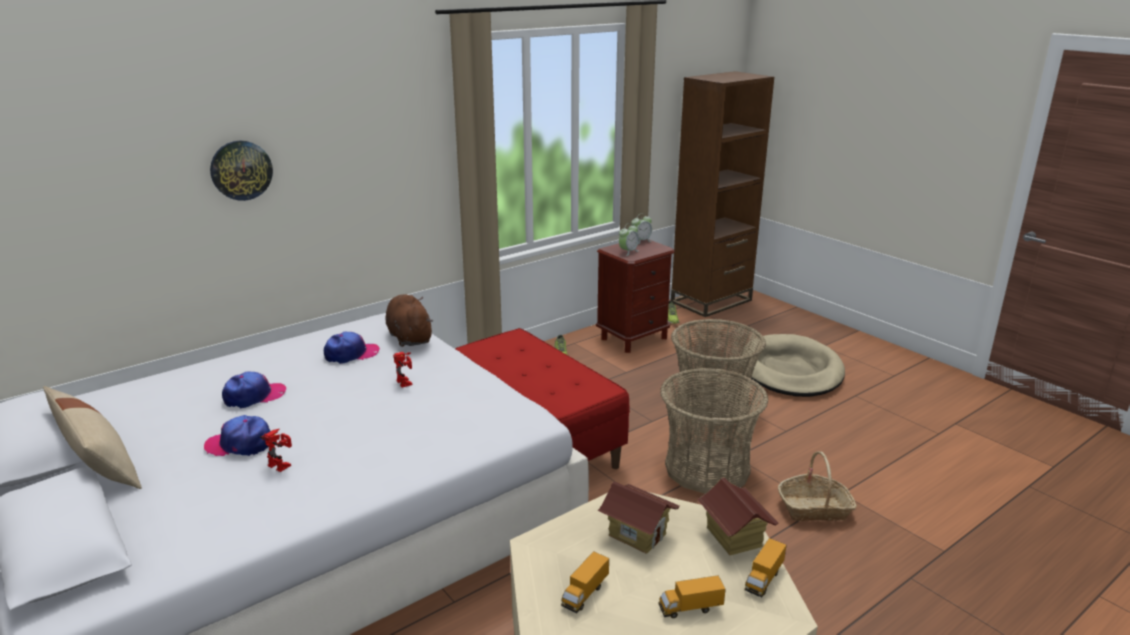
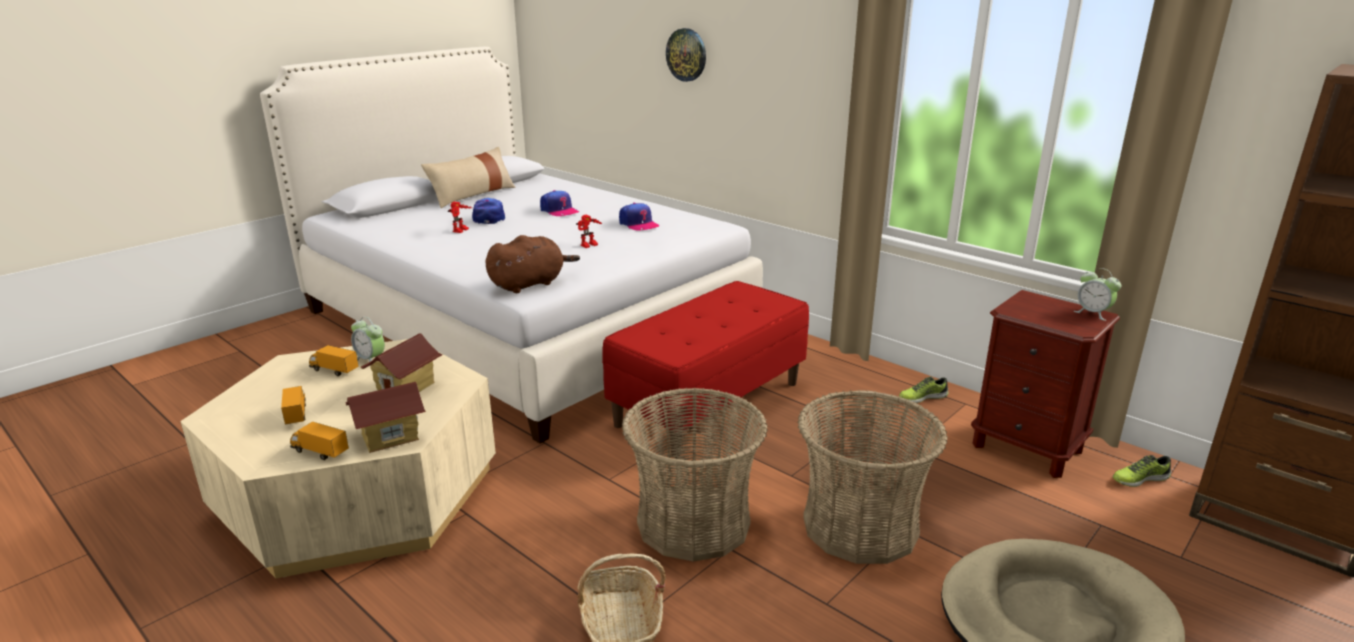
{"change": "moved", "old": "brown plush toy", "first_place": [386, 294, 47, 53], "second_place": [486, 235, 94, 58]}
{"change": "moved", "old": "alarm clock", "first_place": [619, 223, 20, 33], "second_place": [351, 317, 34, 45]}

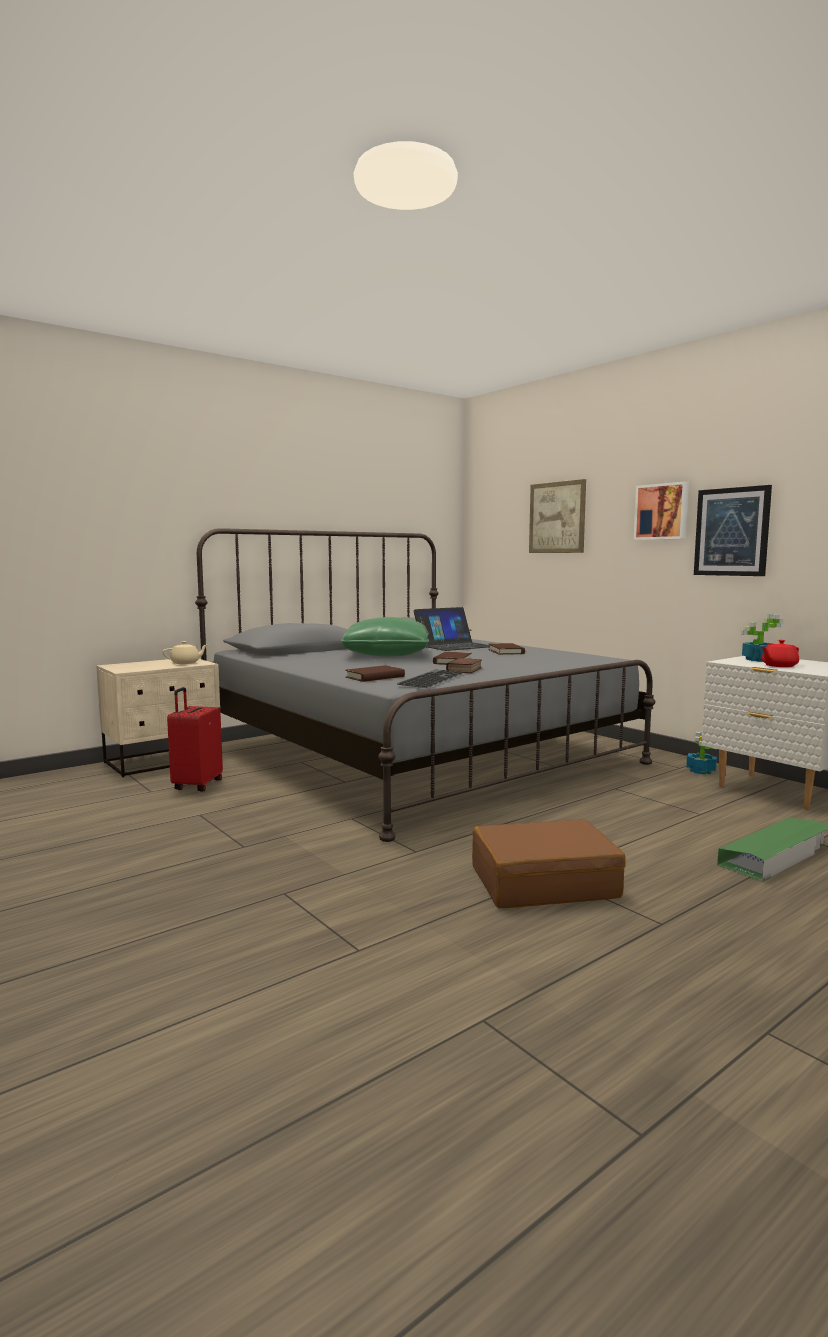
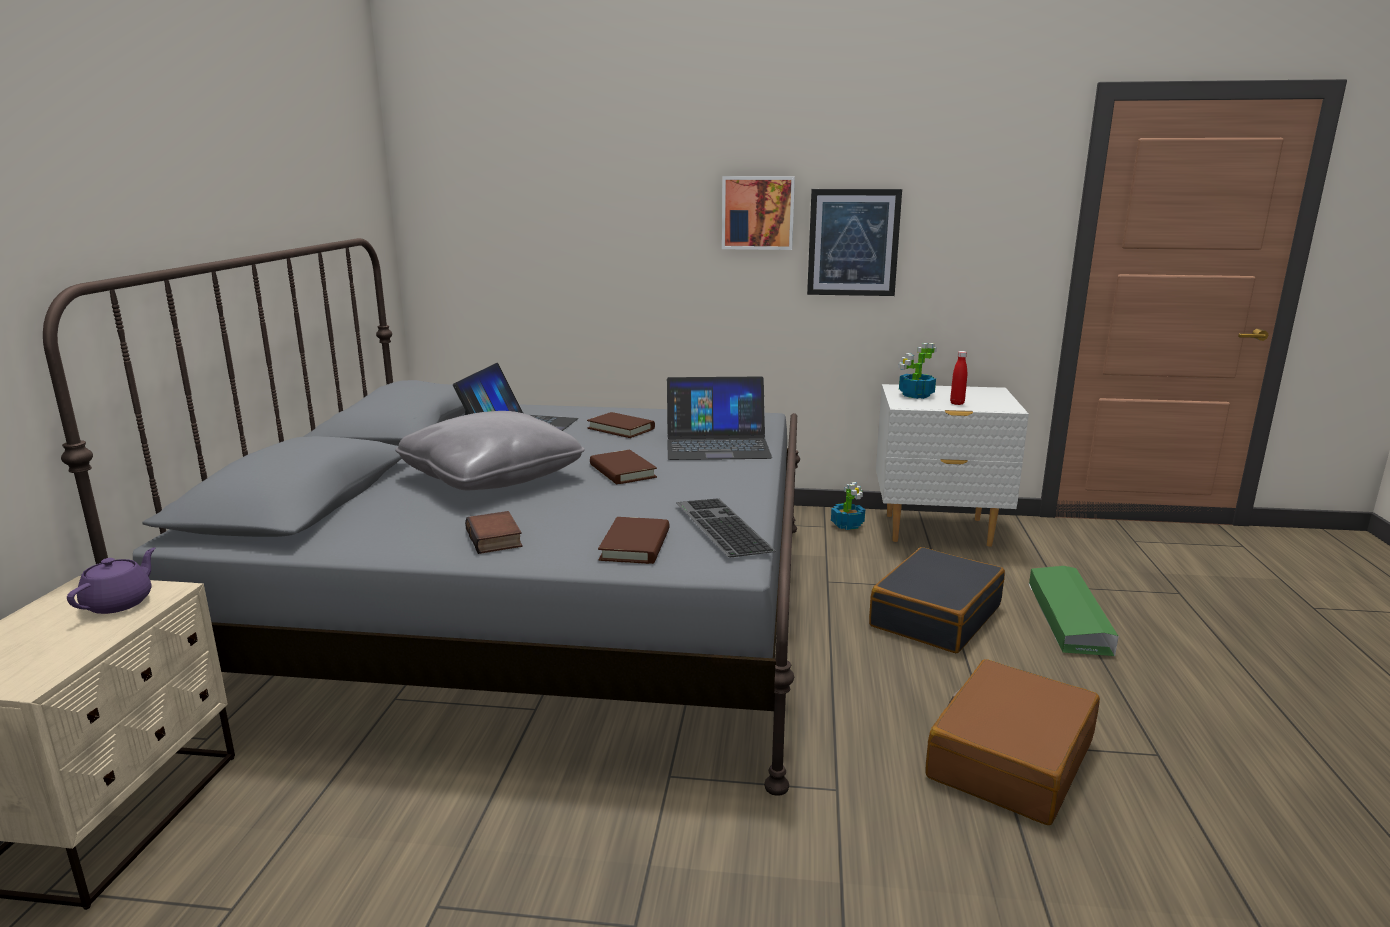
{"change": "removed", "old": "red suitcase", "first_place": [167, 687, 56, 105]}
{"change": "removed", "old": "picture", "first_place": [529, 479, 57, 74]}
{"change": "added", "new": "laptop", "second_place": [667, 376, 105, 84]}
{"change": "added", "new": "black suitcase", "second_place": [869, 547, 136, 106]}
{"change": "moved", "old": "book", "first_place": [446, 658, 36, 15], "second_place": [465, 511, 57, 43]}
{"change": "replaced", "old": "red teapot", "new": "red bottle", "first_place": [762, 640, 37, 27], "second_place": [950, 351, 17, 54]}
{"change": "recoloured", "old": "beige teapot", "new": "purple teapot", "first_place": [162, 641, 47, 23], "second_place": [67, 547, 88, 67]}
{"change": "recoloured", "old": "green pillow", "new": "grey pillow", "first_place": [341, 617, 88, 40], "second_place": [395, 411, 190, 80]}

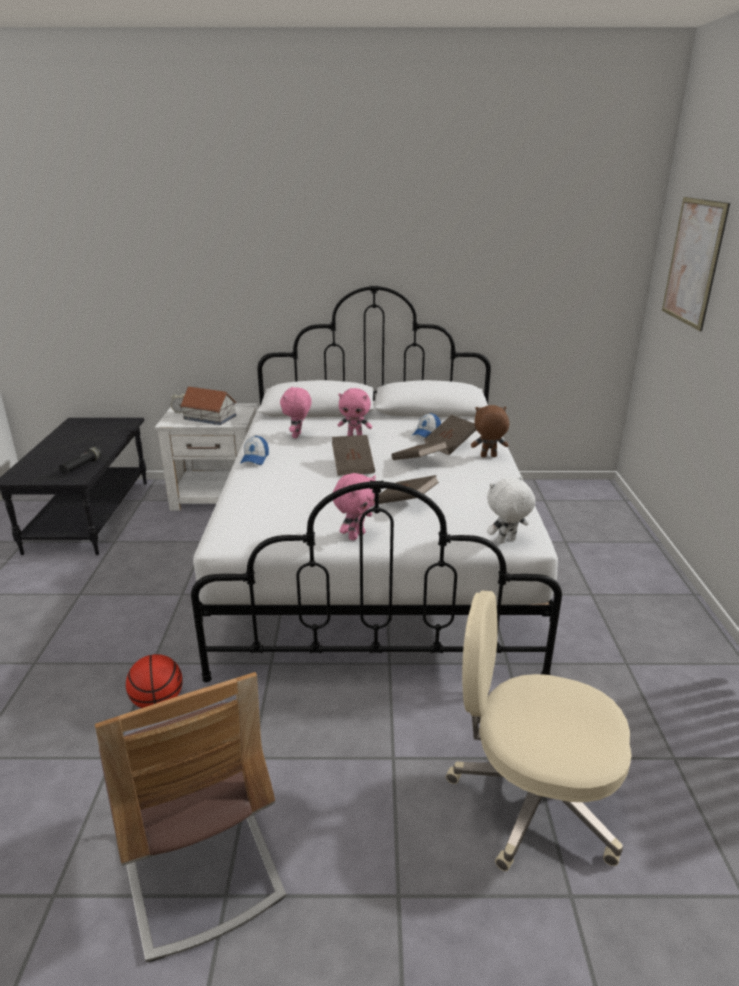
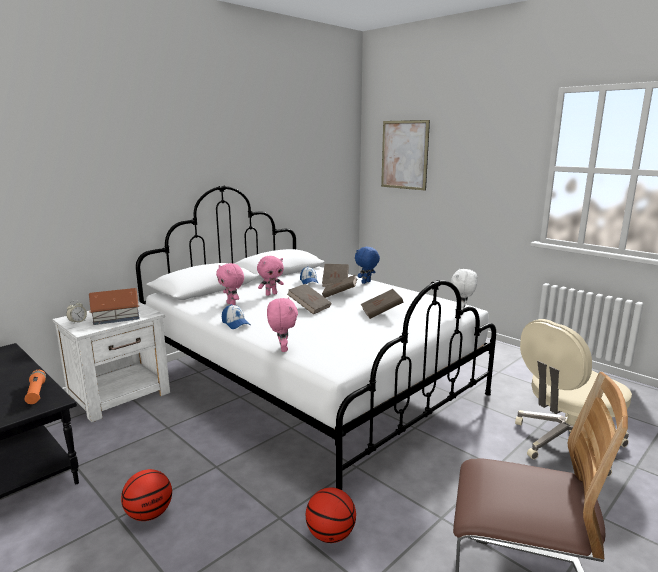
{"change": "added", "new": "basketball", "second_place": [121, 469, 51, 52]}
{"change": "moved", "old": "pink plush toy", "first_place": [333, 473, 43, 68], "second_place": [267, 297, 31, 55]}
{"change": "recoloured", "old": "black flashlight", "new": "orange flashlight", "first_place": [59, 447, 43, 28], "second_place": [25, 370, 21, 34]}
{"change": "recoloured", "old": "brown plush toy", "new": "blue plush toy", "first_place": [471, 405, 38, 52], "second_place": [355, 247, 25, 37]}

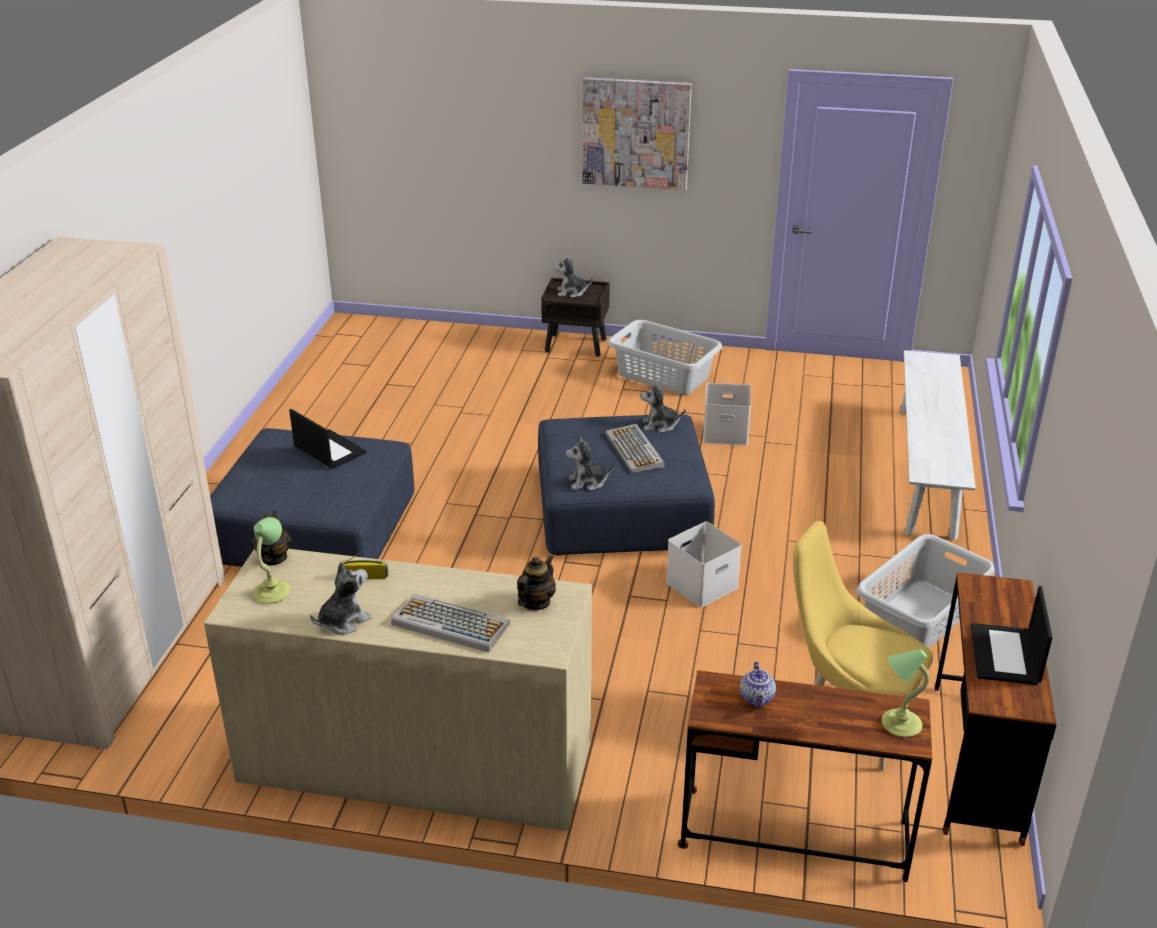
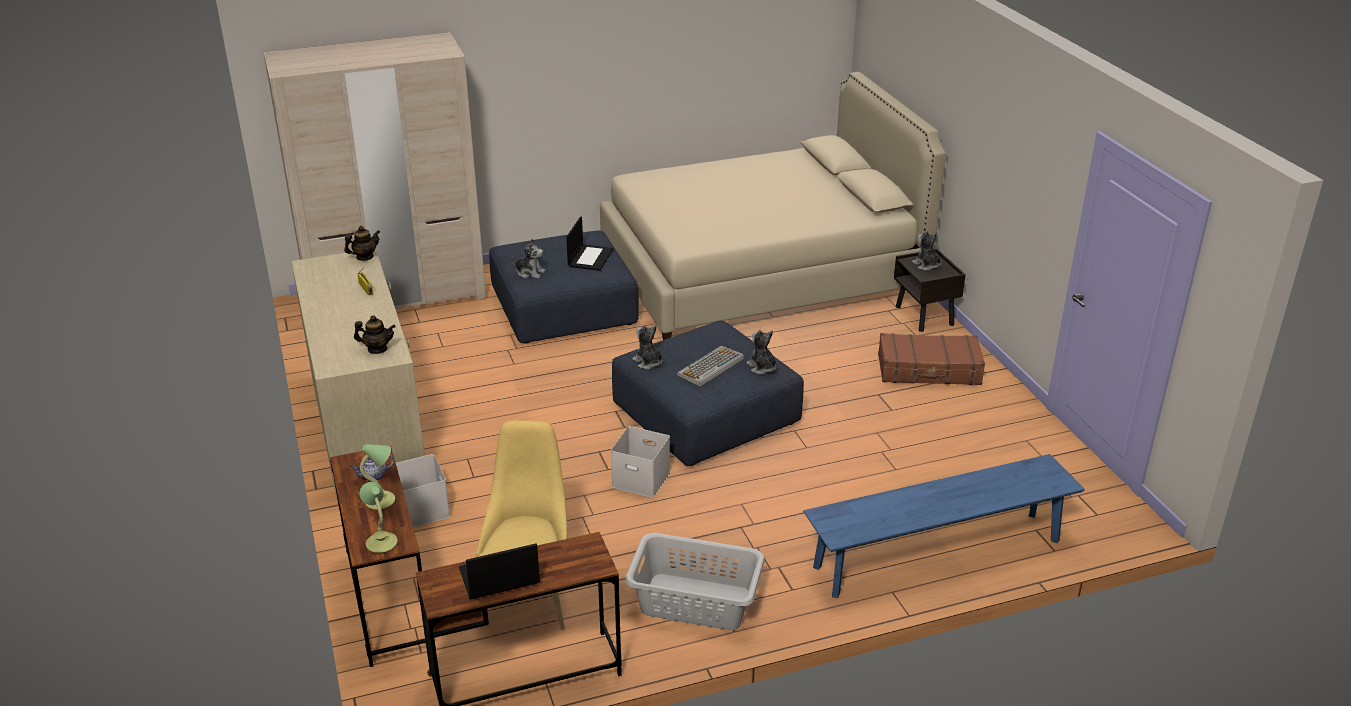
{"change": "removed", "old": "keyboard", "first_place": [391, 594, 119, 59]}
{"change": "removed", "old": "picture", "first_place": [582, 77, 110, 113]}
{"change": "added", "new": "beige bed", "second_place": [600, 72, 346, 268]}
{"change": "moved", "old": "table lamp", "first_place": [253, 517, 38, 87], "second_place": [360, 444, 35, 66]}
{"change": "moved", "old": "plush toy", "first_place": [310, 562, 62, 73], "second_place": [511, 239, 34, 40]}
{"change": "moved", "old": "white storage box", "first_place": [703, 383, 48, 63], "second_place": [396, 454, 54, 73]}
{"change": "replaced", "old": "grey laundry basket", "new": "brown suitcase", "first_place": [607, 320, 115, 75], "second_place": [878, 333, 107, 52]}
{"change": "recoloured", "old": "white bench", "new": "blue bench", "first_place": [900, 350, 76, 190], "second_place": [803, 454, 282, 144]}

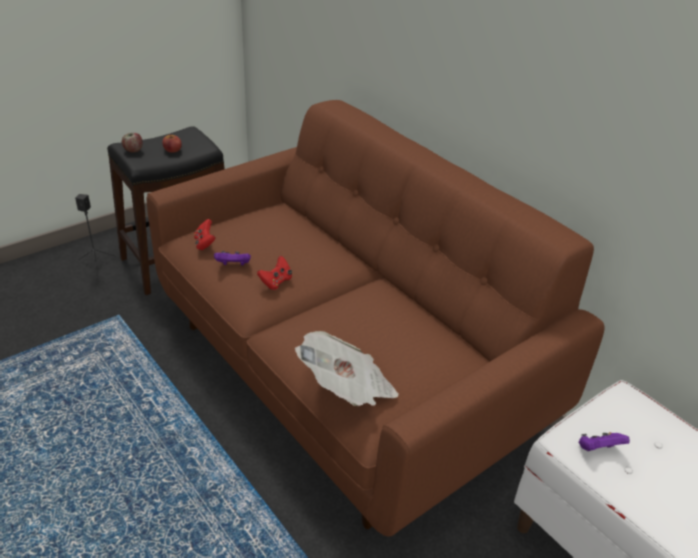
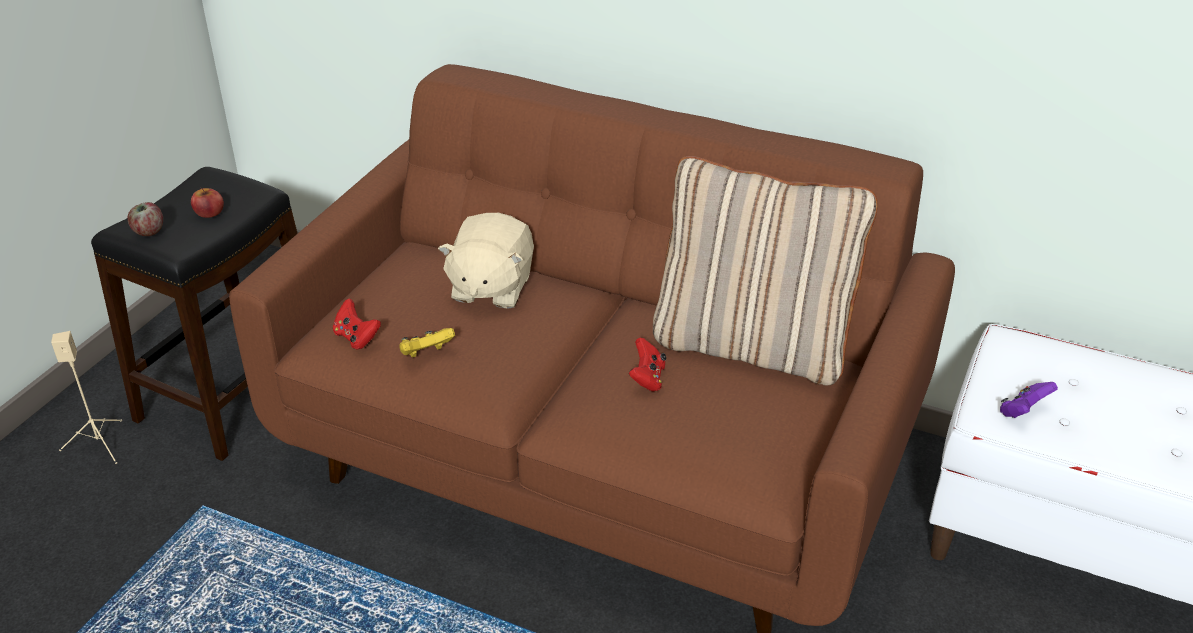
{"change": "removed", "old": "newspaper", "first_place": [295, 331, 104, 75]}
{"change": "added", "new": "beige plush toy", "second_place": [438, 213, 96, 95]}
{"change": "added", "new": "beige pillow", "second_place": [653, 156, 225, 229]}
{"change": "moved", "old": "red game controller", "first_place": [257, 256, 35, 34], "second_place": [629, 337, 37, 54]}
{"change": "recoloured", "old": "black speaker", "new": "beige speaker", "first_place": [75, 194, 41, 83], "second_place": [51, 331, 71, 133]}
{"change": "recoloured", "old": "purple game controller", "new": "yellow game controller", "first_place": [214, 251, 37, 14], "second_place": [399, 328, 56, 30]}

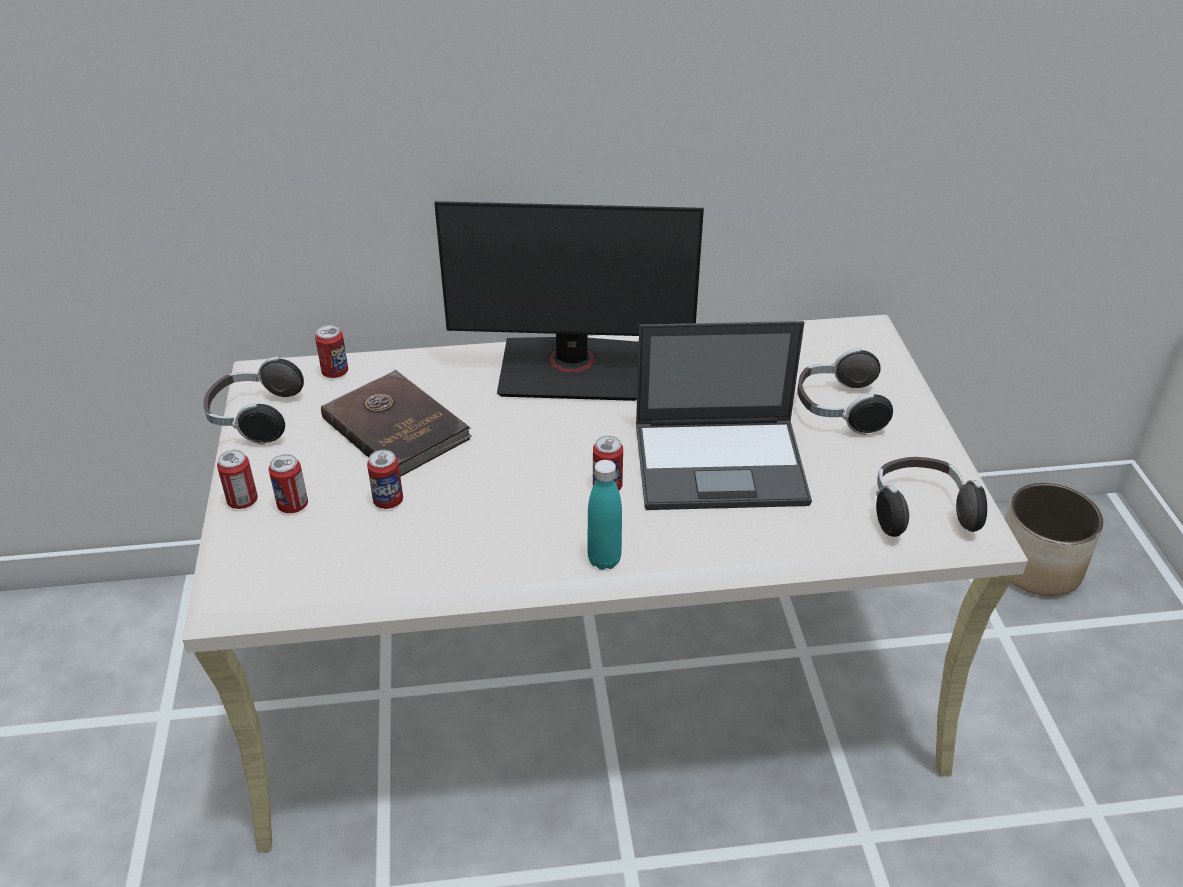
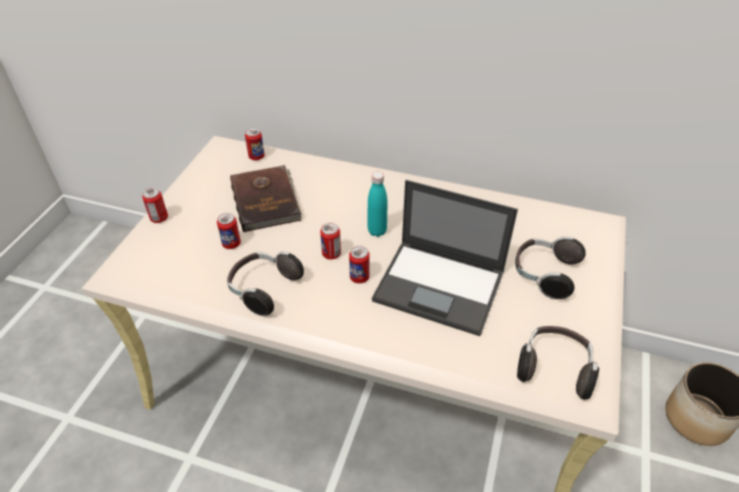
{"change": "removed", "old": "monitor", "first_place": [434, 201, 270, 200]}
{"change": "moved", "old": "headphones", "first_place": [204, 357, 100, 88], "second_place": [227, 251, 77, 65]}
{"change": "moved", "old": "can", "first_place": [269, 454, 39, 59], "second_place": [320, 223, 21, 36]}
{"change": "moved", "old": "turquoise bottle", "first_place": [588, 460, 34, 110], "second_place": [368, 172, 19, 65]}

